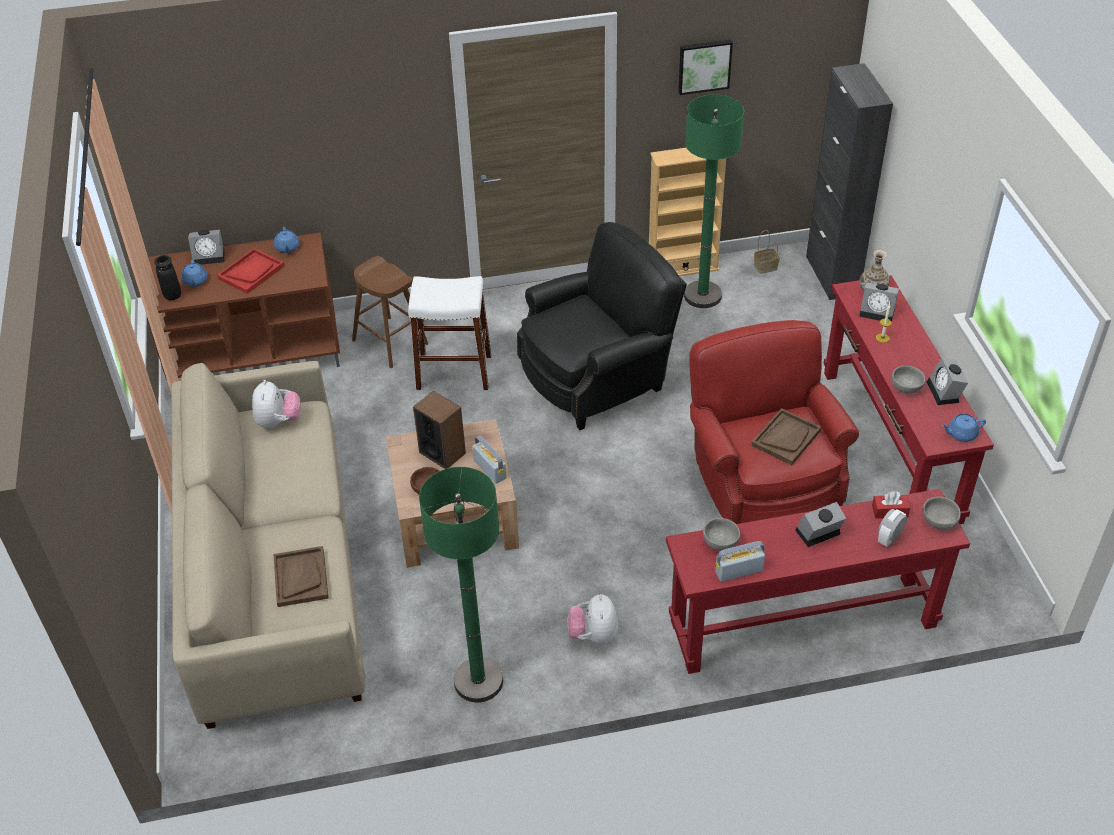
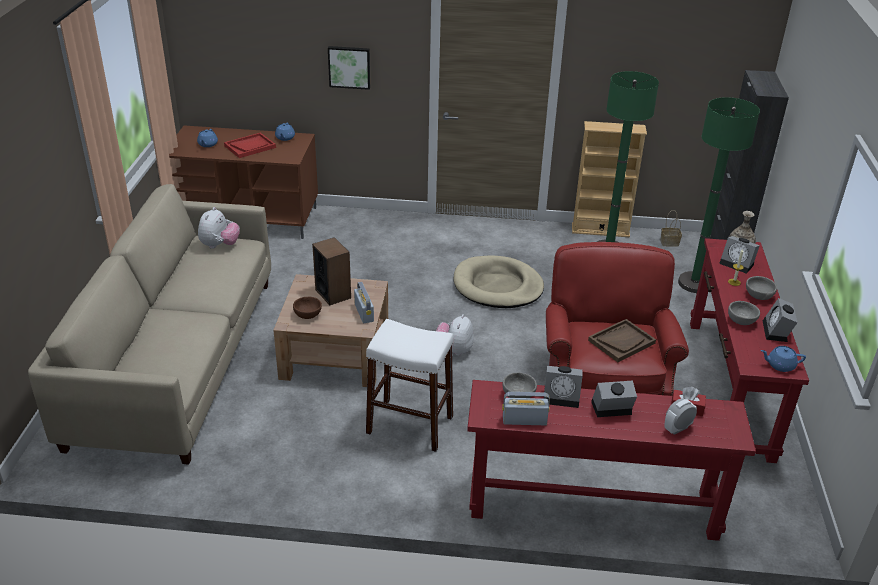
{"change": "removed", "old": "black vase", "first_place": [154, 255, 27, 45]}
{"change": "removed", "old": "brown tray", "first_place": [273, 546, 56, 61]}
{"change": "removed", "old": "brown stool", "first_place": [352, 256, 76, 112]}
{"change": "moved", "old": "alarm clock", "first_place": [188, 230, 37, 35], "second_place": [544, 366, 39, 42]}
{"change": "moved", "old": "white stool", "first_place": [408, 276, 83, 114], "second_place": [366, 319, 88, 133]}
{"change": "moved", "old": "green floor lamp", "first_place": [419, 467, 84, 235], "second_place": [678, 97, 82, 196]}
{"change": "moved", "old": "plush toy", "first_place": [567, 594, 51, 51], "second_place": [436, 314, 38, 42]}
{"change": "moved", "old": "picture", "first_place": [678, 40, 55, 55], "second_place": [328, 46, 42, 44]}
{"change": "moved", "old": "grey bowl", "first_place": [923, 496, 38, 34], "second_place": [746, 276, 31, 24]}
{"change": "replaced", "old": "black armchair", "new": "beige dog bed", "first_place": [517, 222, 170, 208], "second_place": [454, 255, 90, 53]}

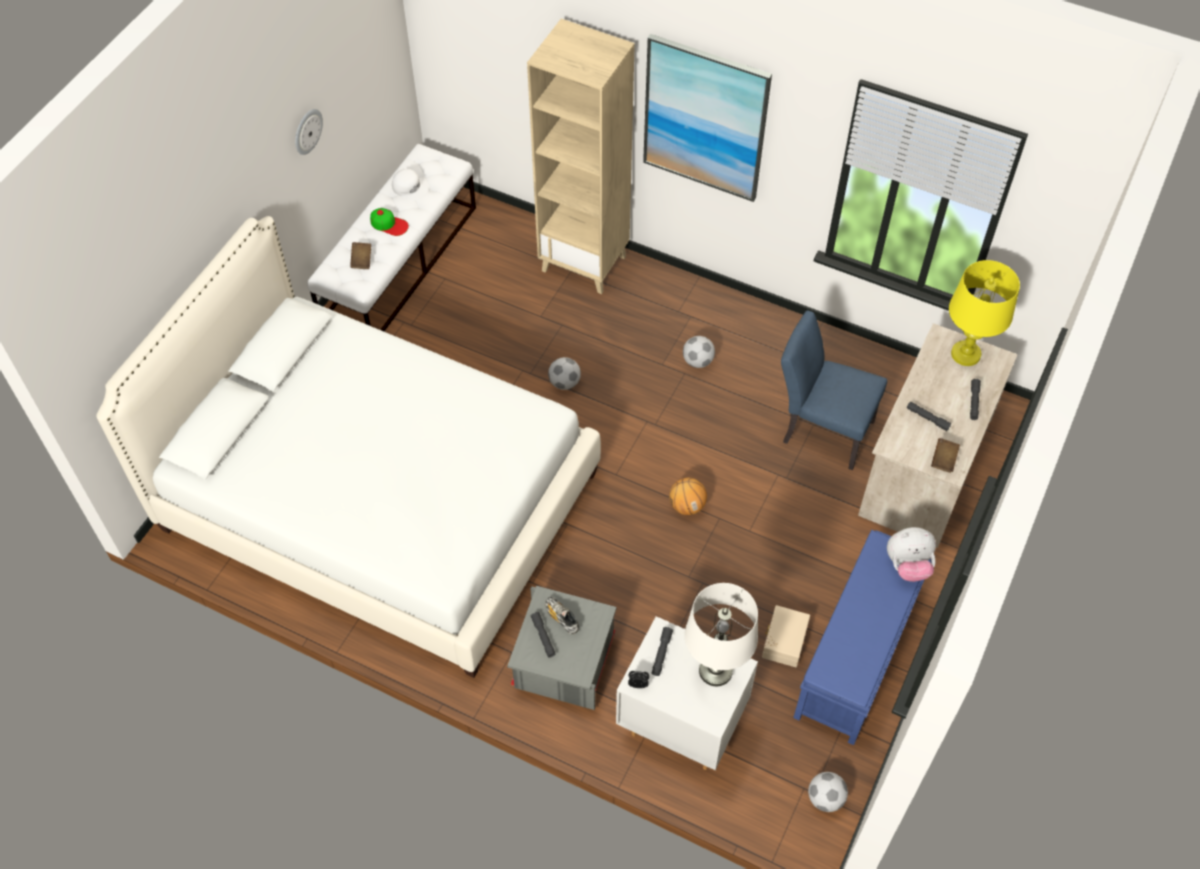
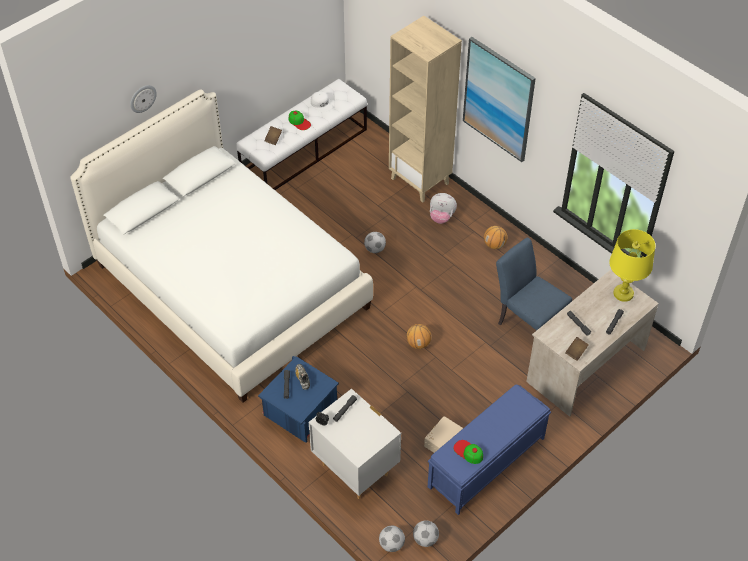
{"change": "removed", "old": "white table lamp", "first_place": [685, 583, 73, 103]}
{"change": "added", "new": "cap", "second_place": [454, 440, 29, 24]}
{"change": "added", "new": "basketball", "second_place": [484, 226, 23, 23]}
{"change": "moved", "old": "wall clock", "first_place": [295, 109, 28, 46], "second_place": [130, 85, 27, 28]}
{"change": "moved", "old": "football", "first_place": [683, 336, 32, 32], "second_place": [379, 526, 26, 26]}
{"change": "moved", "old": "plush toy", "first_place": [887, 527, 49, 55], "second_place": [430, 193, 27, 31]}
{"change": "recoloured", "old": "grey storage box", "new": "blue storage box", "first_place": [507, 586, 110, 124], "second_place": [258, 356, 81, 87]}

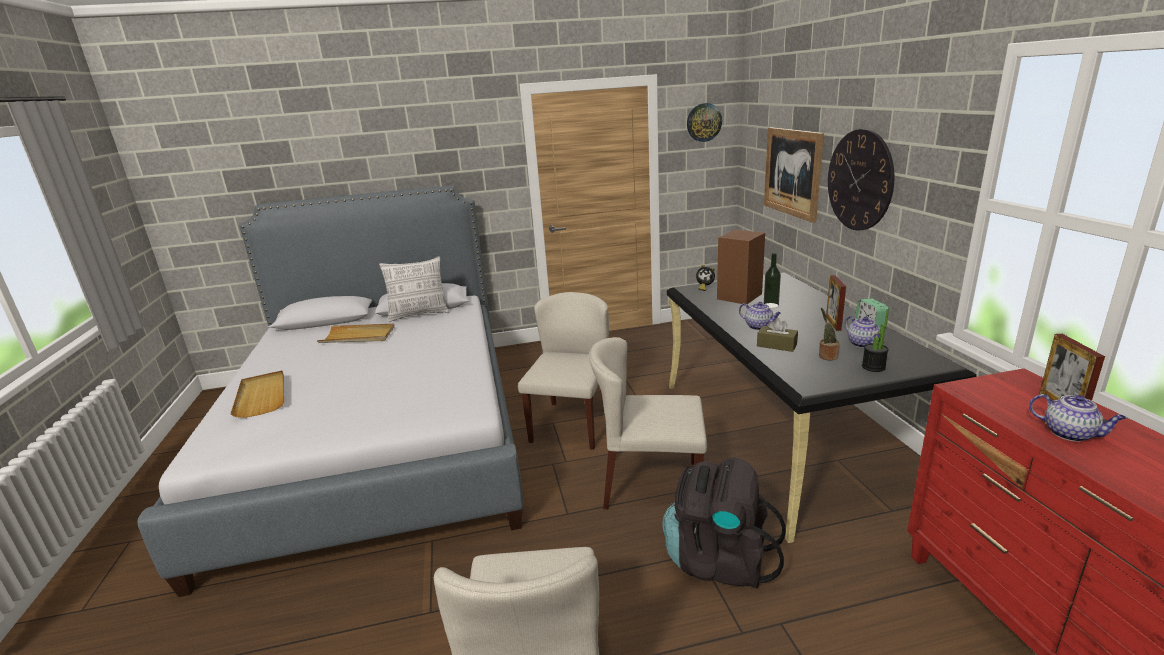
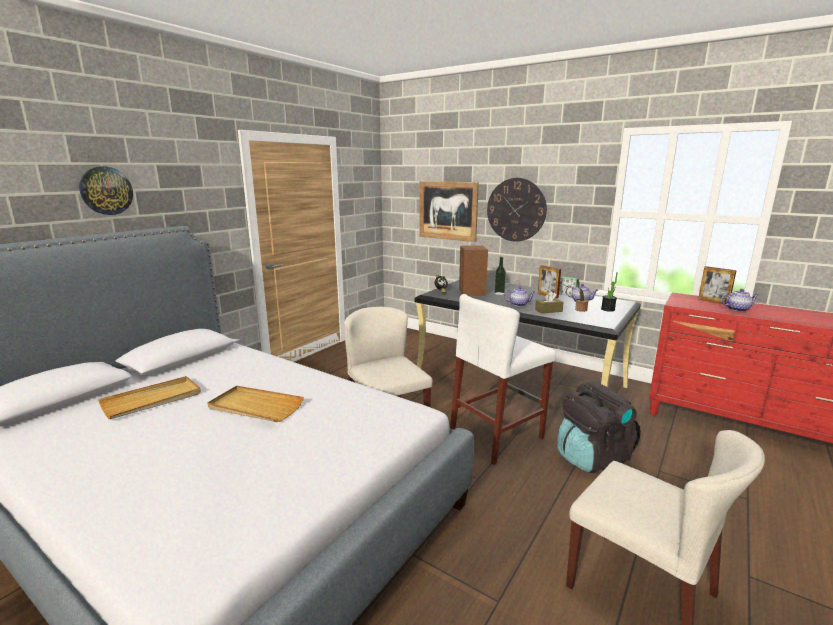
{"change": "removed", "old": "pillow", "first_place": [379, 256, 70, 66]}
{"change": "moved", "old": "beige tray", "first_place": [230, 371, 54, 47], "second_place": [207, 386, 97, 36]}
{"change": "moved", "old": "wall clock", "first_place": [687, 103, 35, 39], "second_place": [79, 166, 54, 49]}
{"change": "replaced", "old": "beige chair", "new": "white stool", "first_place": [589, 337, 118, 172], "second_place": [450, 294, 106, 171]}

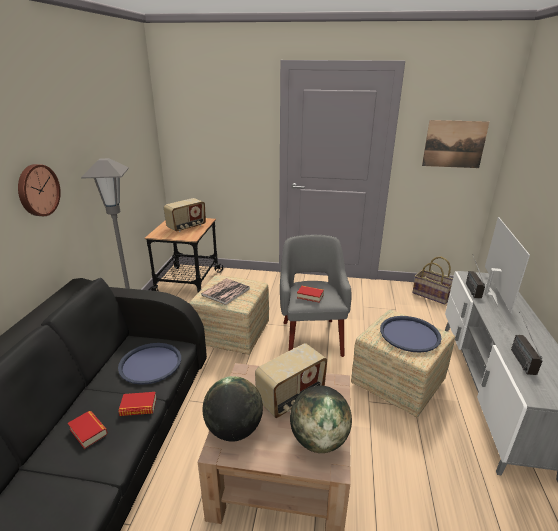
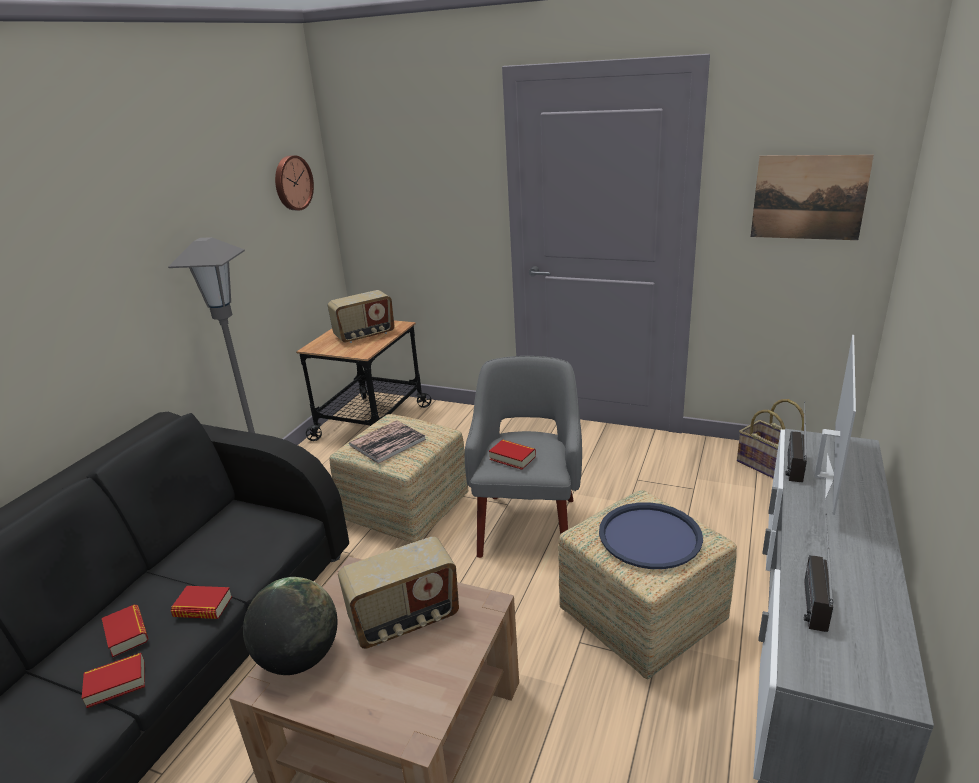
{"change": "removed", "old": "blue tray", "first_place": [118, 343, 63, 42]}
{"change": "removed", "old": "globe", "first_place": [290, 385, 62, 68]}
{"change": "added", "new": "book", "second_place": [82, 653, 63, 55]}
{"change": "moved", "old": "wall clock", "first_place": [18, 164, 43, 52], "second_place": [275, 155, 39, 55]}

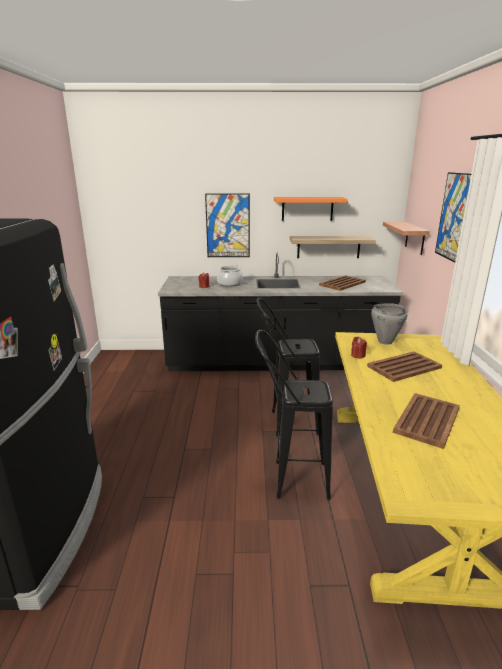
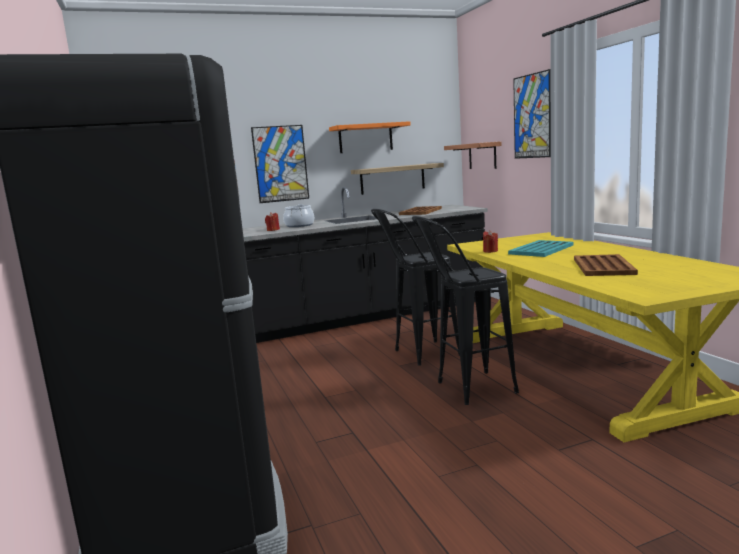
{"change": "removed", "old": "grey cooking pot", "first_place": [371, 303, 36, 42]}
{"change": "recoloured", "old": "brown tray", "new": "turquoise tray", "first_place": [367, 351, 75, 31], "second_place": [508, 240, 66, 17]}

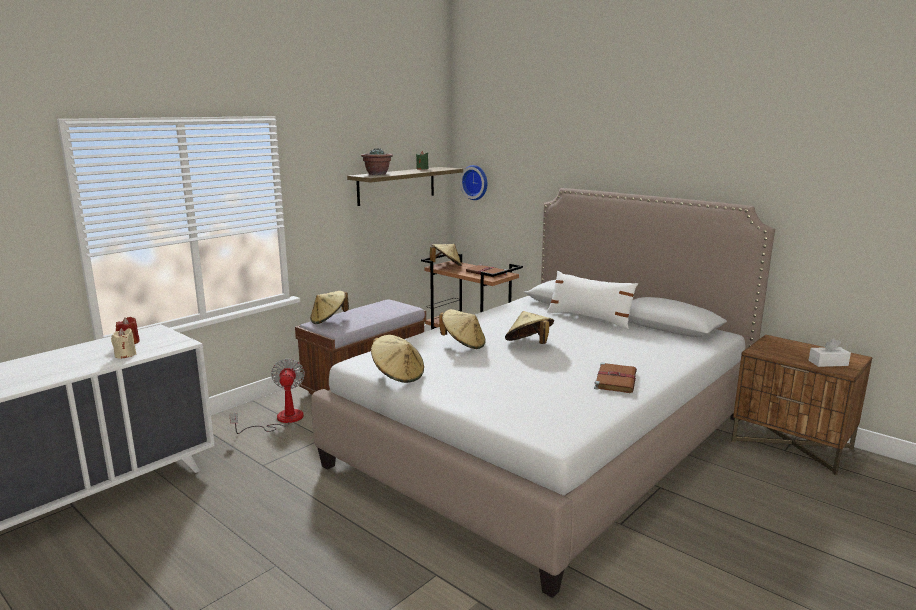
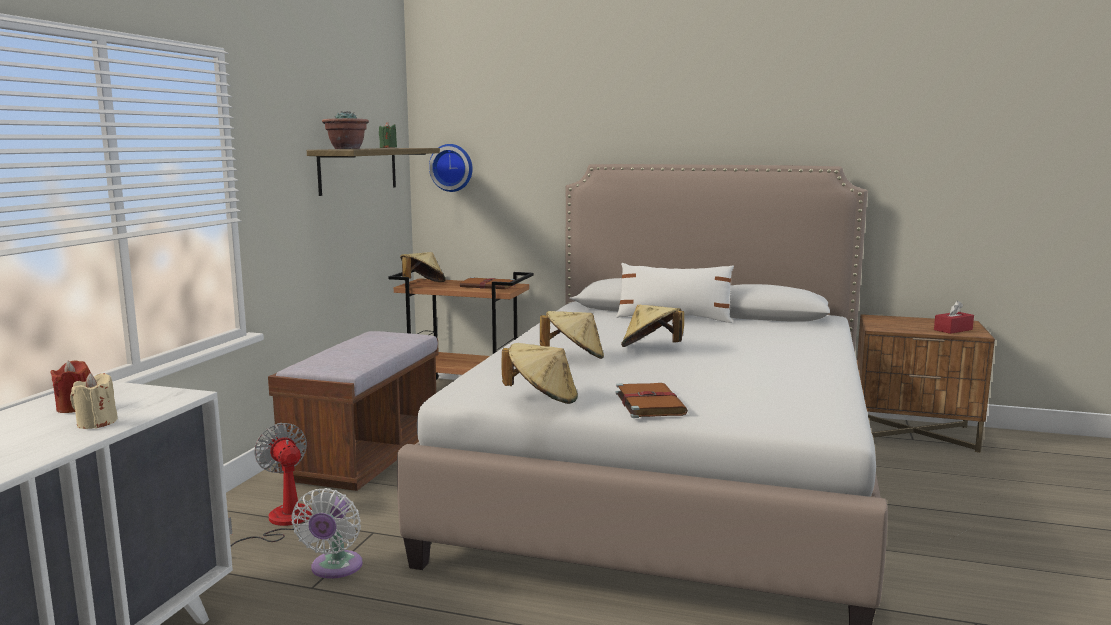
{"change": "removed", "old": "beige hat", "first_place": [310, 291, 39, 33]}
{"change": "added", "new": "white fan", "second_place": [291, 488, 72, 91]}
{"change": "moved", "old": "brown book", "first_place": [594, 362, 43, 31], "second_place": [615, 383, 73, 35]}
{"change": "recoloured", "old": "white tissue box", "new": "red tissue box", "first_place": [809, 338, 42, 29], "second_place": [934, 300, 40, 34]}

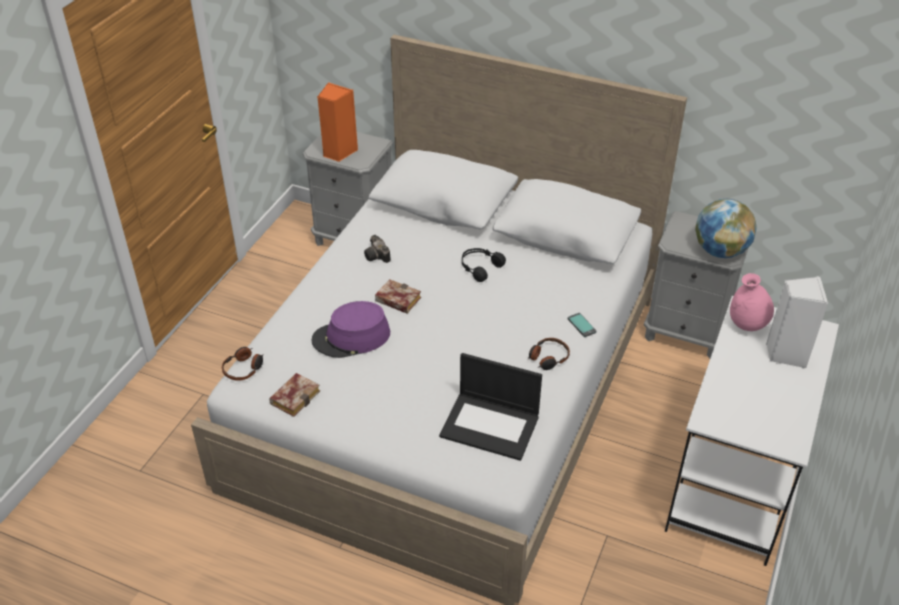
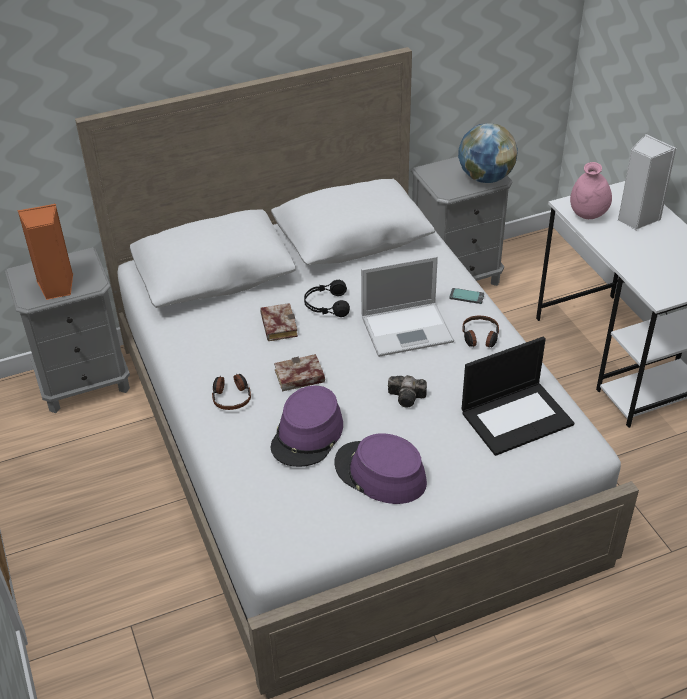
{"change": "added", "new": "purple hat", "second_place": [334, 433, 93, 71]}
{"change": "added", "new": "laptop", "second_place": [361, 256, 93, 101]}
{"change": "moved", "old": "headphones", "first_place": [222, 347, 41, 34], "second_place": [212, 374, 39, 36]}
{"change": "moved", "old": "book", "first_place": [269, 373, 51, 44], "second_place": [260, 303, 38, 38]}
{"change": "moved", "old": "photo camera", "first_place": [364, 235, 27, 28], "second_place": [388, 375, 39, 33]}

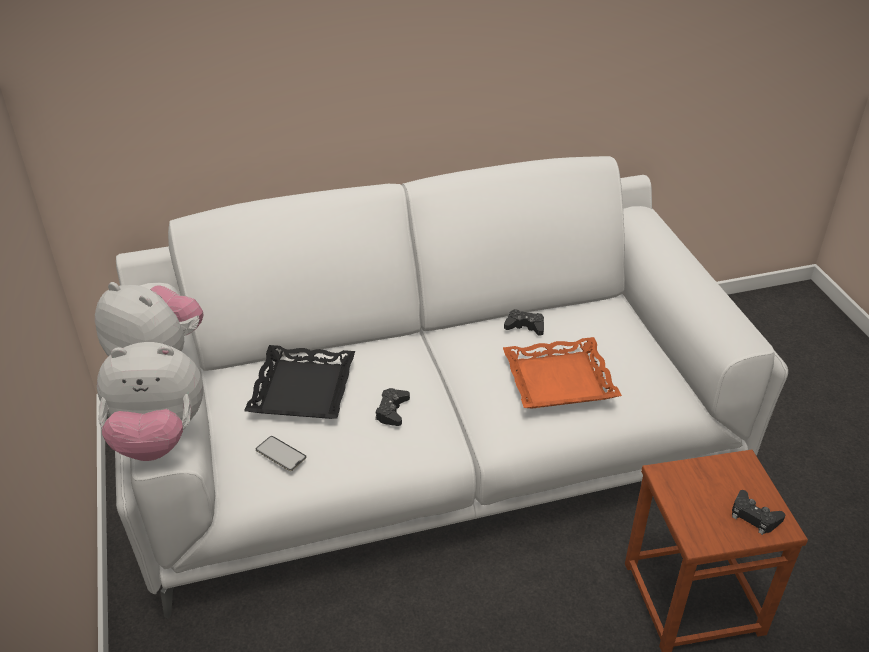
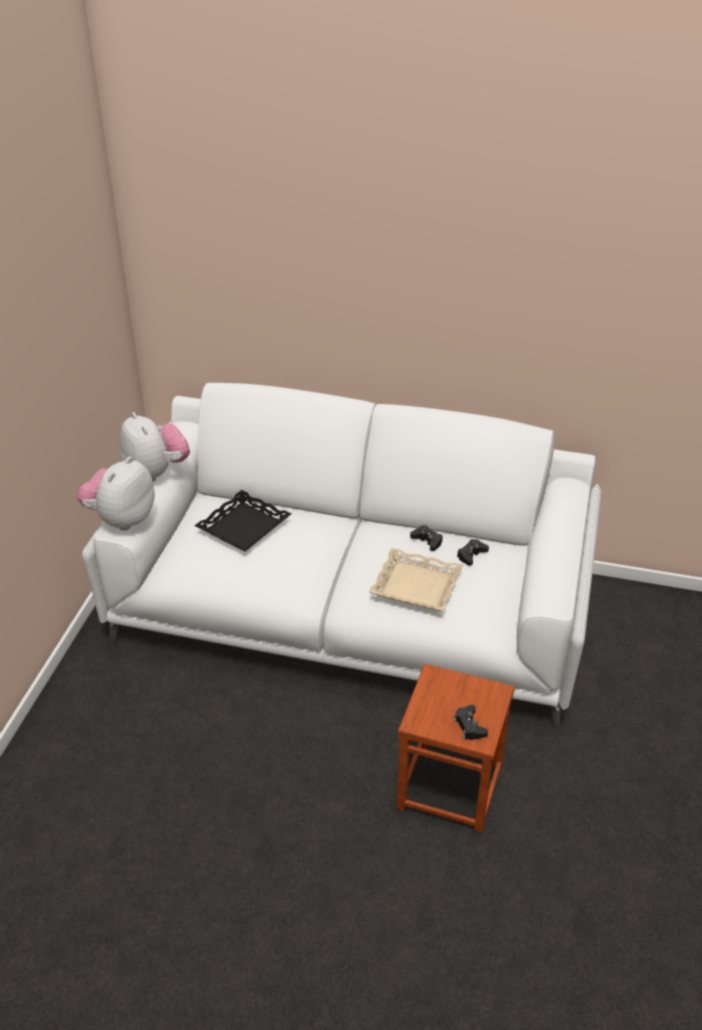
{"change": "removed", "old": "phone", "first_place": [256, 436, 51, 35]}
{"change": "moved", "old": "black game controller", "first_place": [375, 388, 35, 38], "second_place": [457, 539, 32, 27]}
{"change": "recoloured", "old": "orange tray", "new": "beige tray", "first_place": [503, 337, 119, 71], "second_place": [369, 548, 94, 63]}
{"change": "turned", "old": "plush toy", "first_place": [97, 342, 106, 119], "second_place": [77, 457, 78, 73], "degrees": 90}

